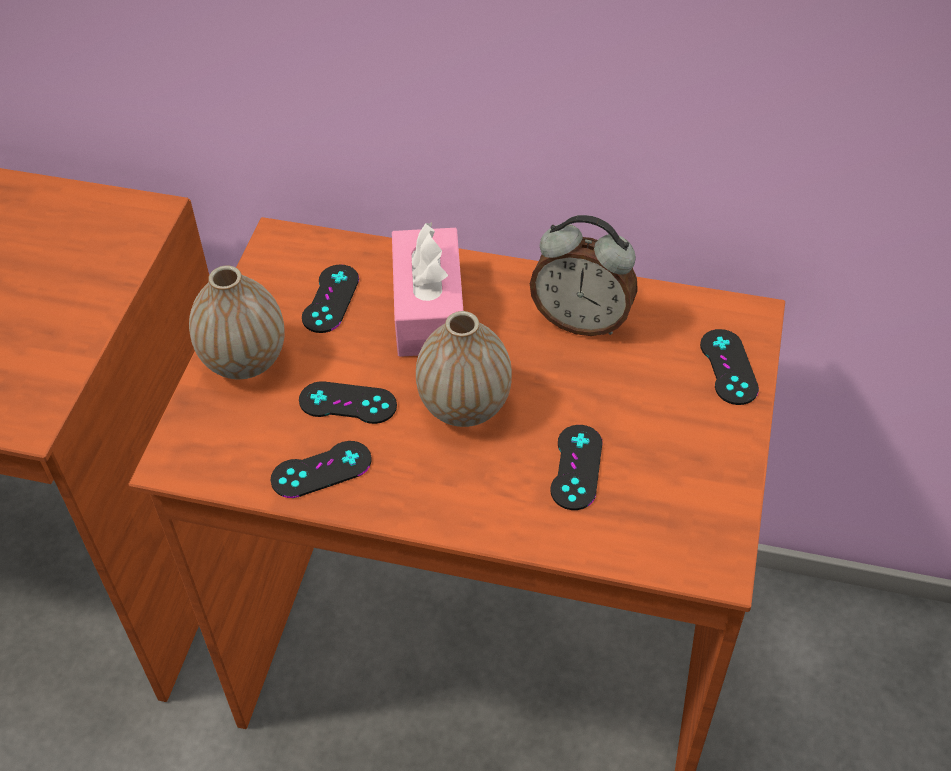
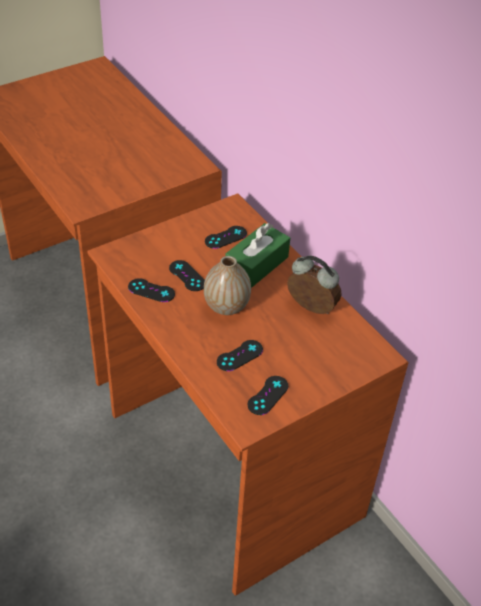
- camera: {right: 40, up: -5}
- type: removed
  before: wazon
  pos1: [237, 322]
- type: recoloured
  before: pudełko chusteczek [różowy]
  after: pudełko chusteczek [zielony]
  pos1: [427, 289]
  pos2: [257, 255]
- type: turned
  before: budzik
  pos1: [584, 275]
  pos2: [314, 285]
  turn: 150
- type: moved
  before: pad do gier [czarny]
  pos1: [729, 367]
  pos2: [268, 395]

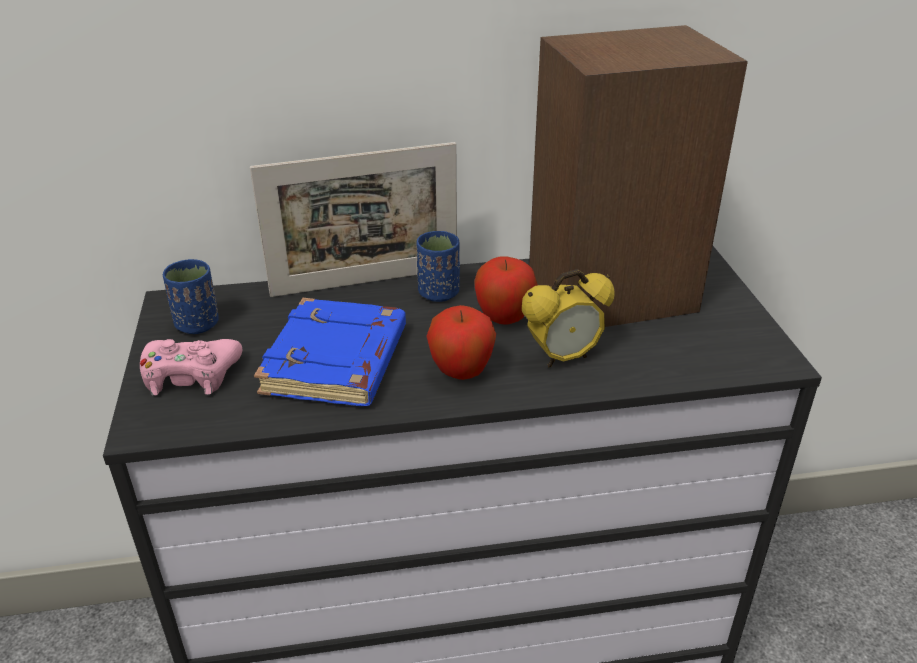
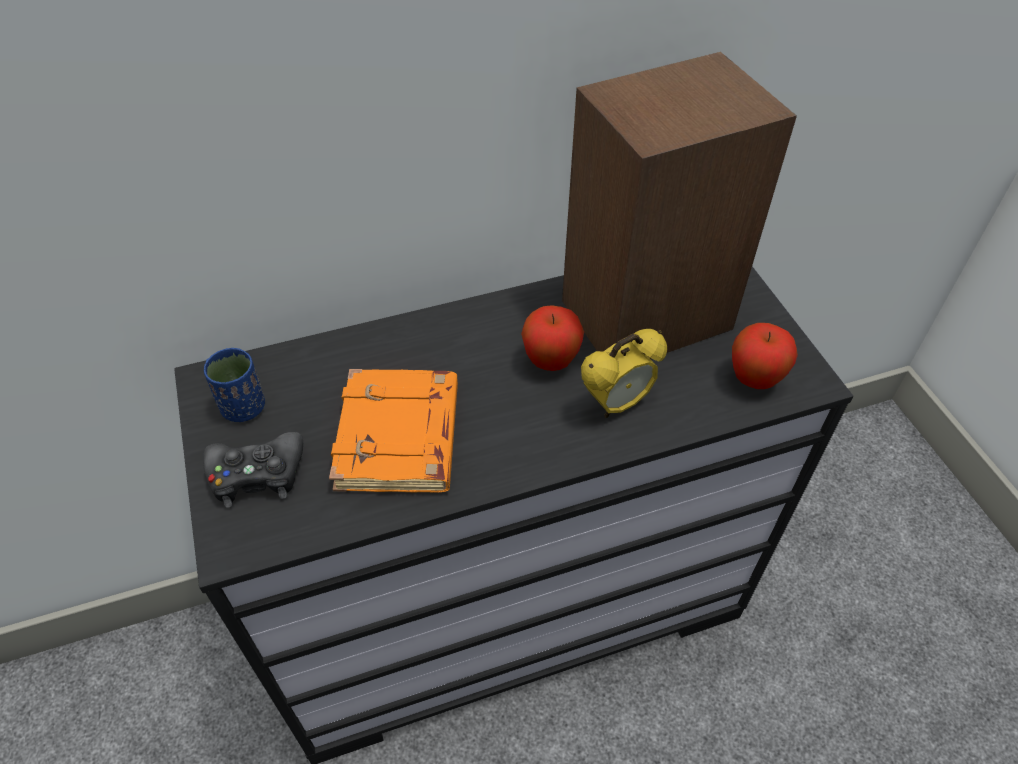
- camera: {right: -10, up: 15}
- type: recoloured
  before: pad do gier [różowy]
  after: pad do gier [czarny]
  pos1: [191, 367]
  pos2: [253, 470]
- type: removed
  before: ramka na zdjęcie
  pos1: [353, 219]
- type: recoloured
  before: książka [niebieski]
  after: książka [pomarańczowy]
  pos1: [330, 352]
  pos2: [393, 430]
- type: removed
  before: filiżanka [niebieski]
  pos1: [438, 266]
- type: moved
  before: jabłko
  pos1: [461, 342]
  pos2: [765, 356]

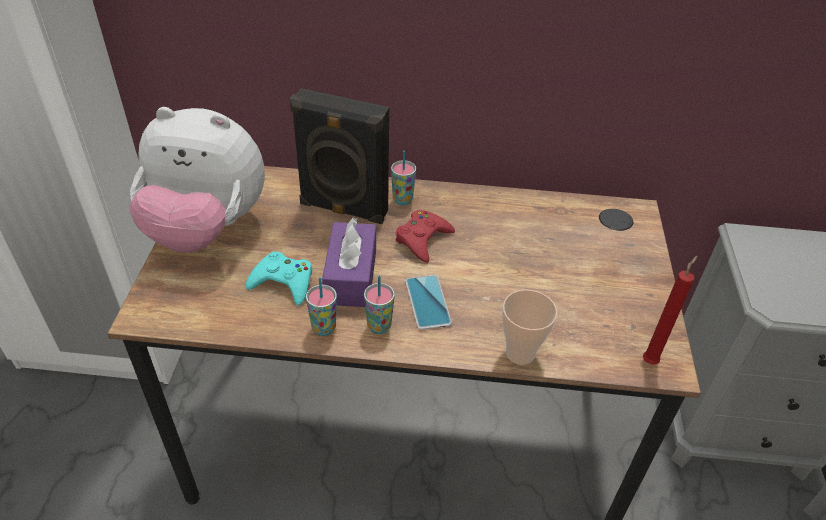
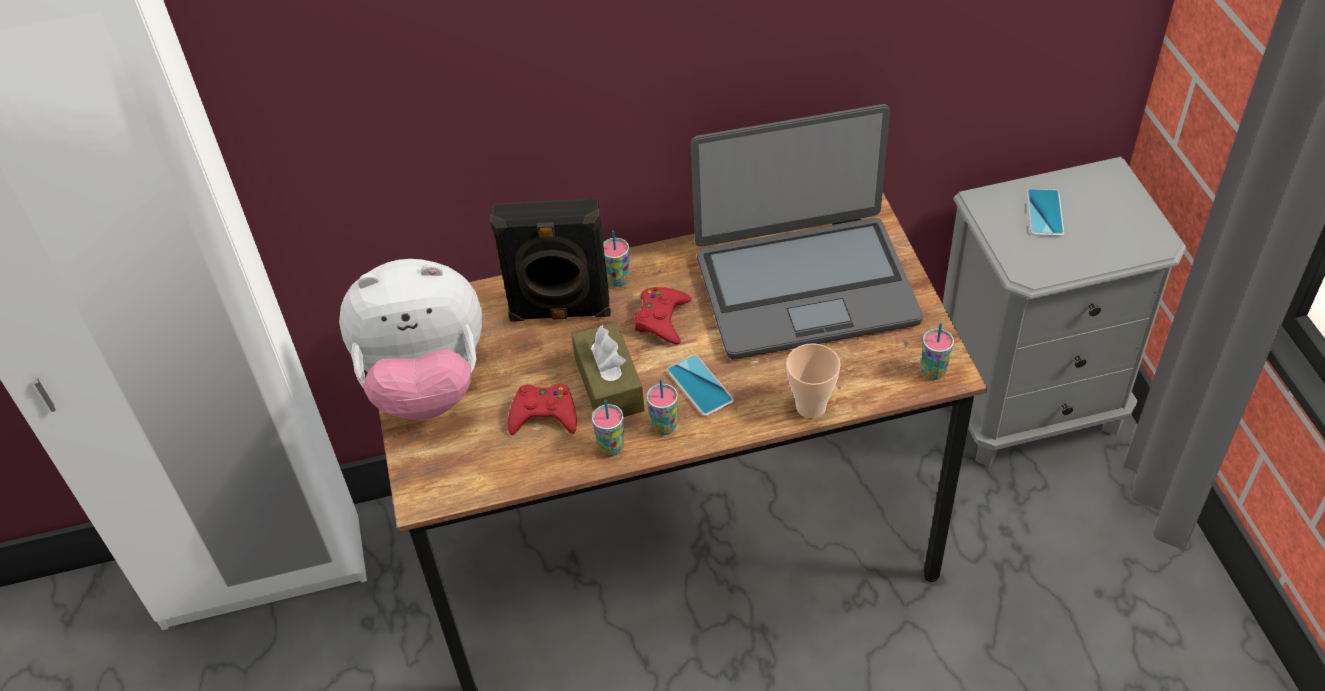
- camera: {right: -15, up: 5}
- type: recoloured
  before: pad do gier [turkusowy]
  after: pad do gier [czerwony]
  pos1: [279, 279]
  pos2: [542, 409]
- type: recoloured
  before: pudełko chusteczek [fioletowy]
  after: pudełko chusteczek [brązowy]
  pos1: [349, 262]
  pos2: [608, 370]
- type: replaced
  before: świeca [czerwony]
  after: filiżanka
  pos1: [670, 310]
  pos2: [937, 351]
- type: added
  after: laptop
  pos2: [807, 231]
- type: added
  after: telefon
  pos2: [1045, 212]

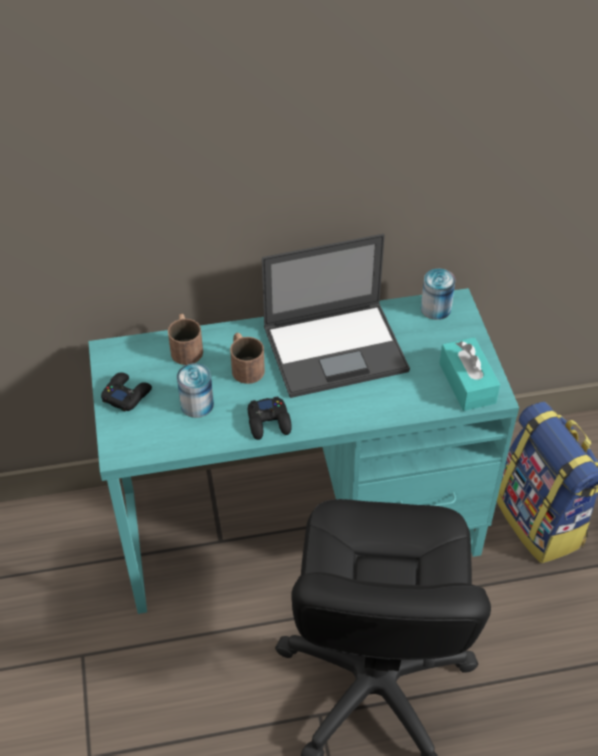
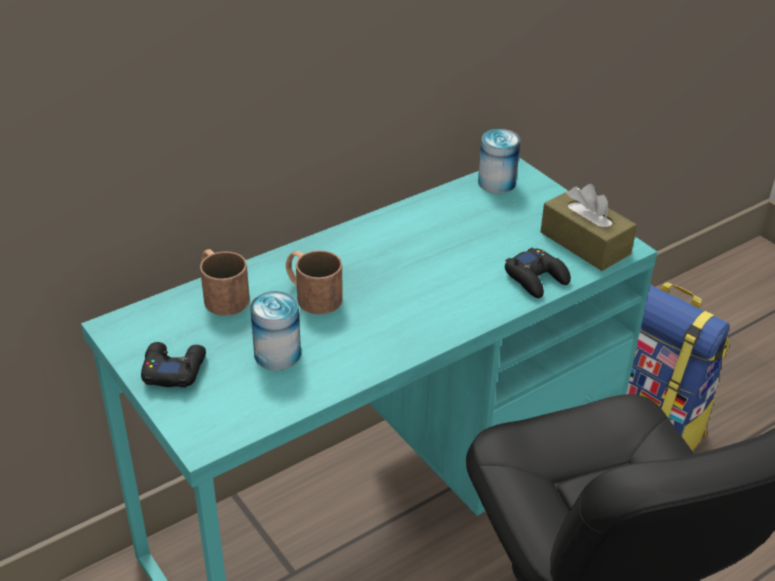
- camera: {right: -25, up: -10}
- type: moved
  before: pad do gier [czarny]
  pos1: [270, 418]
  pos2: [538, 273]
- type: removed
  before: laptop
  pos1: [336, 316]
- type: recoloured
  before: pudełko chusteczek [turkusowy]
  after: pudełko chusteczek [brązowy]
  pos1: [469, 374]
  pos2: [588, 227]

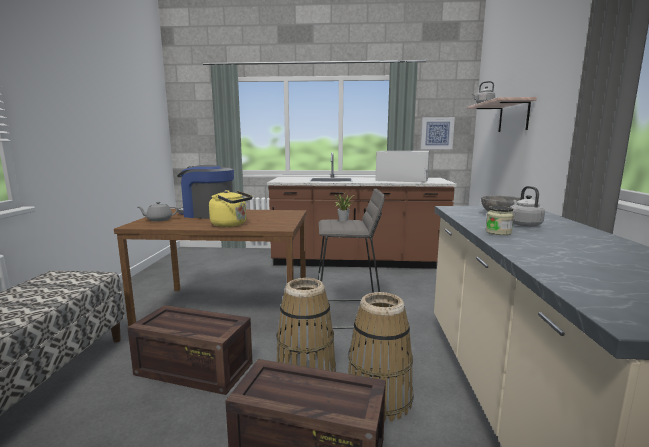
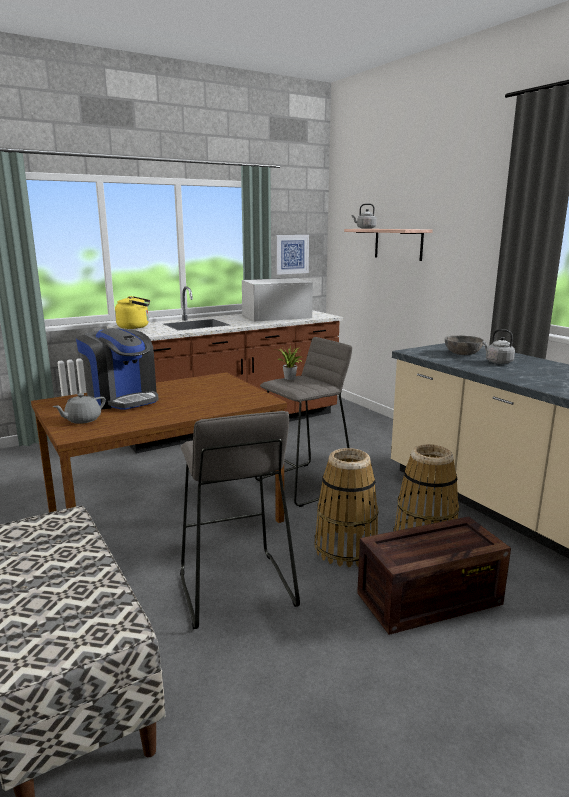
- camera: {right: -35, up: 5}
- type: replaced
  before: skrzynka
  after: stołek [szary]
  pos1: [189, 350]
  pos2: [240, 520]
- type: turned
  before: ekspres do kawy
  pos1: [205, 192]
  pos2: [117, 369]
  turn: -120
- type: moved
  before: czajnik [żółty]
  pos1: [231, 208]
  pos2: [132, 312]
- type: removed
  before: słoik
  pos1: [500, 220]

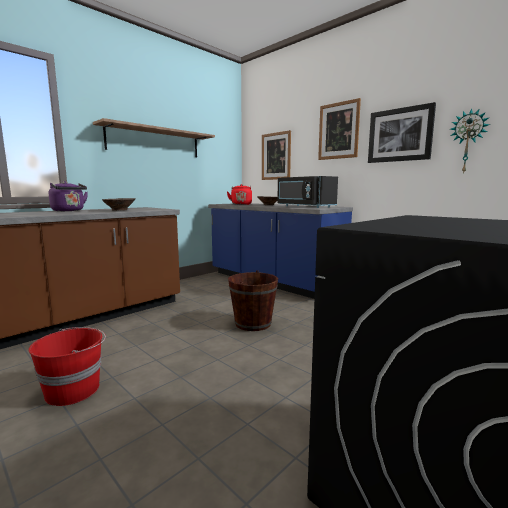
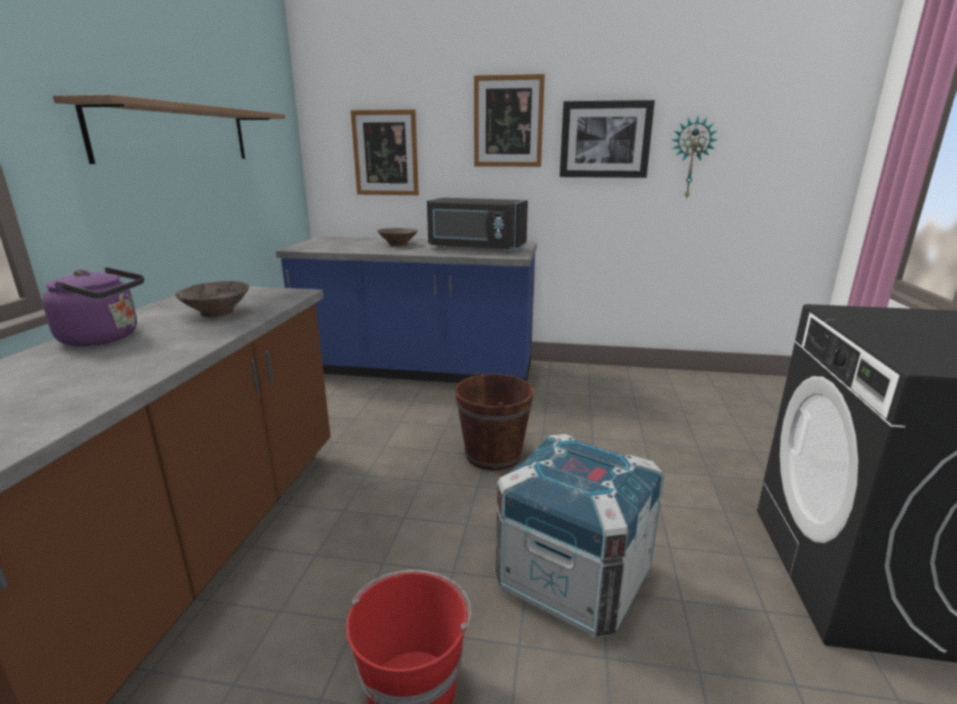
- camera: {right: -35, up: 10}
- type: removed
  before: czajnik [czerwony]
  pos1: [239, 194]
- type: added
  after: skrzynka
  pos2: [580, 536]

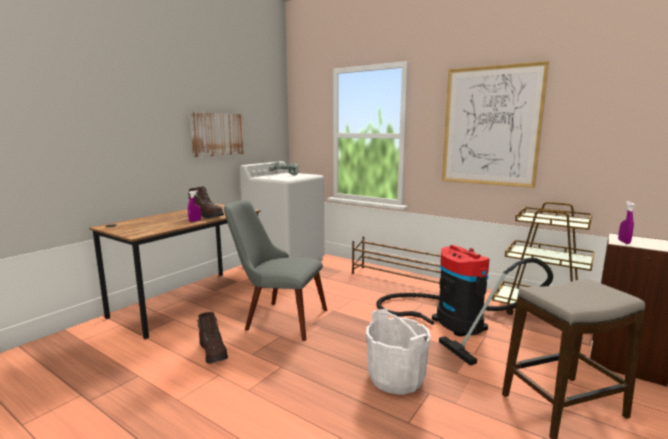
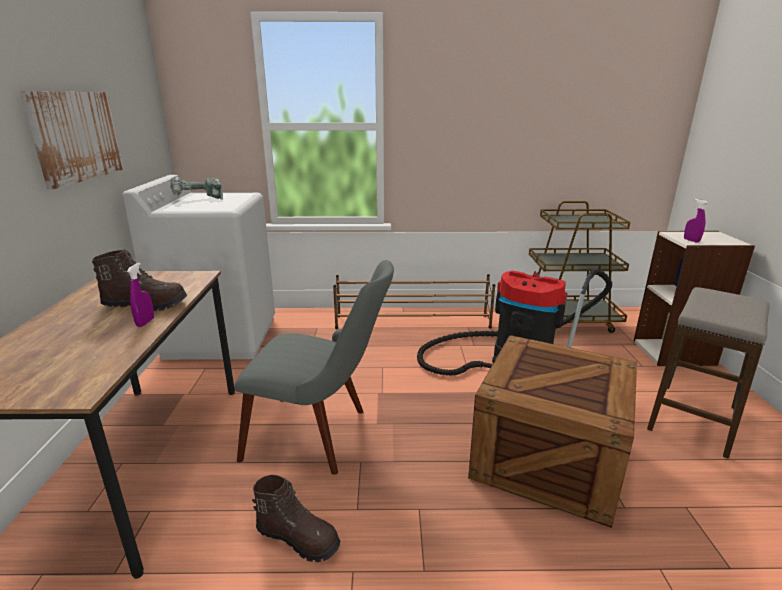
- camera: {right: -35, up: 10}
- type: turned
  before: krzesło [szary]
  pos1: [275, 270]
  pos2: [314, 367]
  turn: -150
- type: replaced
  before: wiadro [biały]
  after: skrzynka
  pos1: [398, 352]
  pos2: [552, 431]
- type: removed
  before: obraz
  pos1: [495, 124]

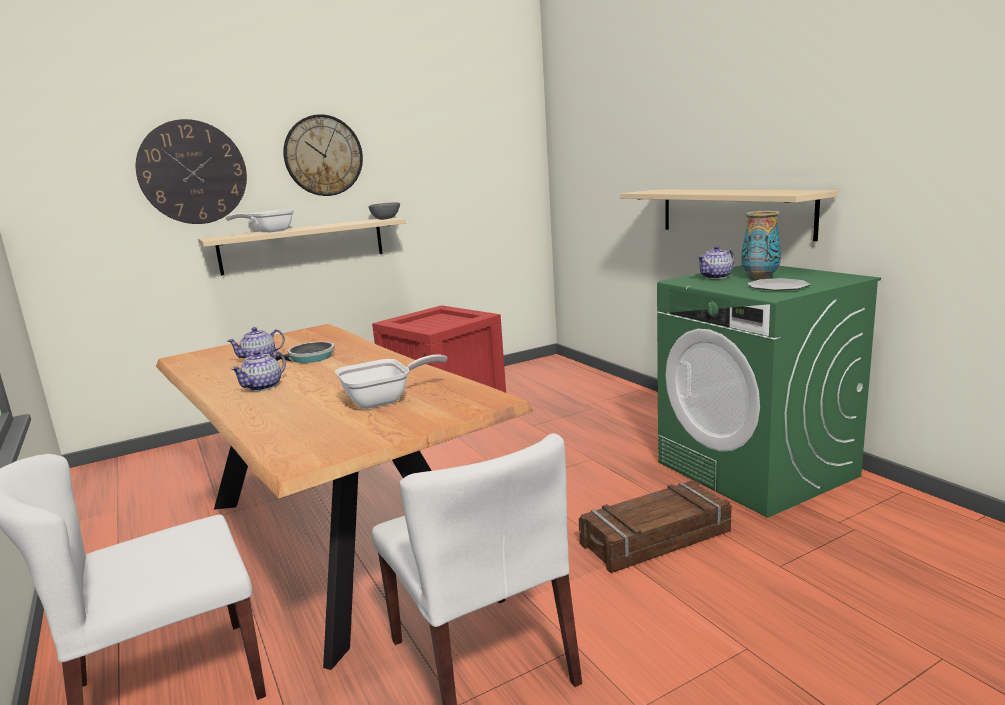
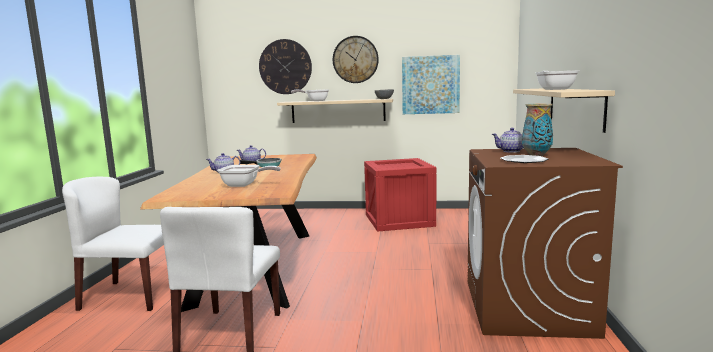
- camera: {right: 35, up: -5}
- type: removed
  before: skrzynka
  pos1: [655, 527]
- type: recoloured
  before: pralka [zielony]
  after: pralka [brązowy]
  pos1: [769, 391]
  pos2: [545, 243]
- type: added
  after: obraz
  pos2: [431, 84]
- type: added
  after: patelnia
  pos2: [557, 80]

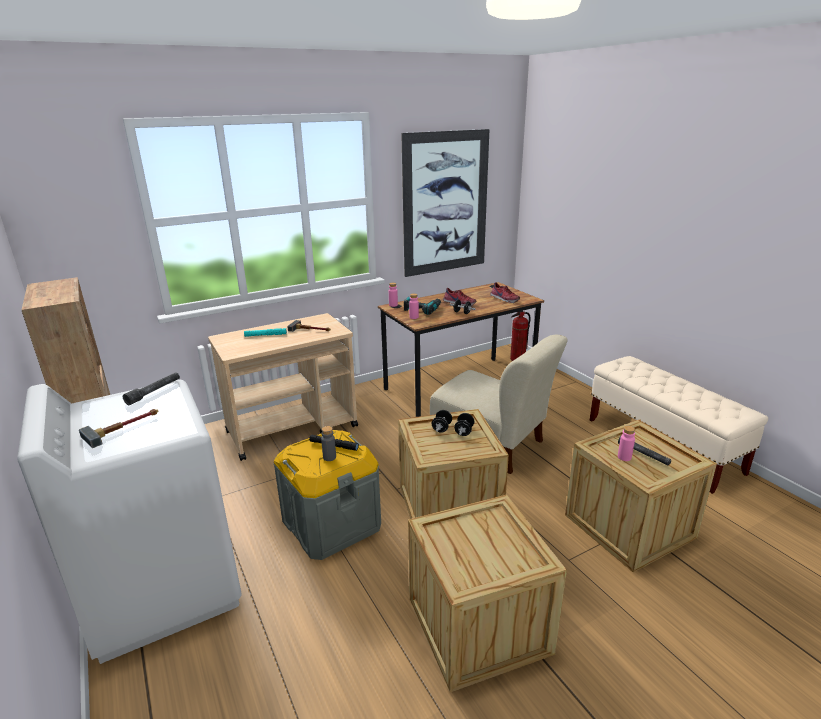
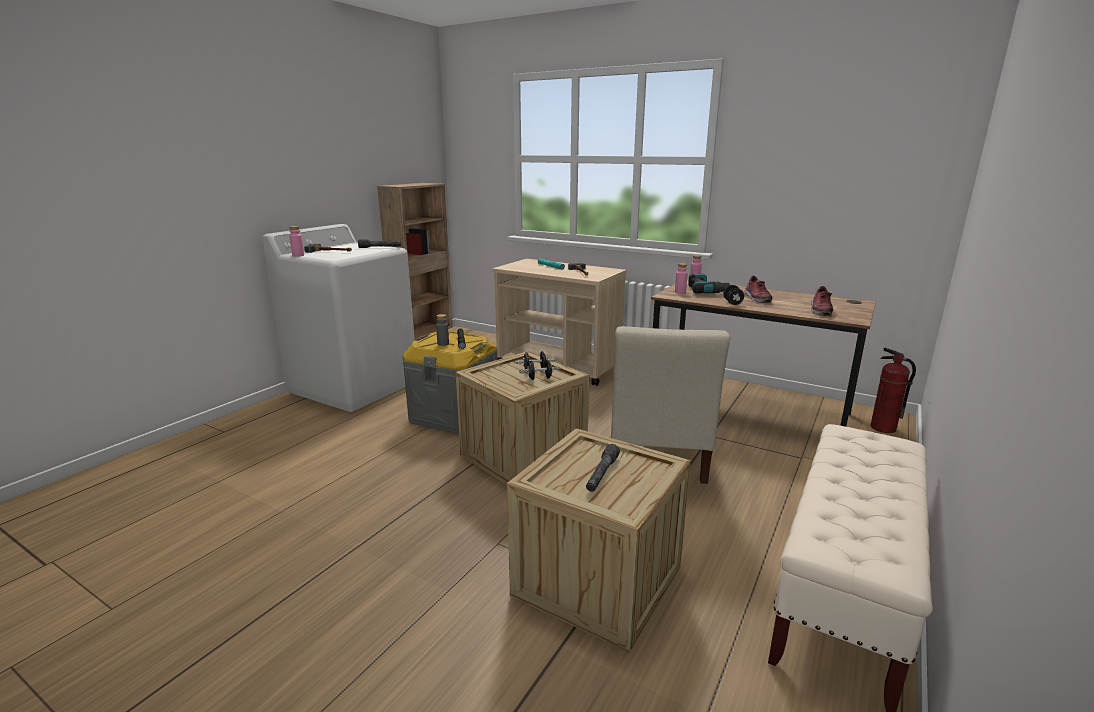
- camera: {right: 60, up: -5}
- type: removed
  before: obraz
  pos1: [445, 203]
- type: removed
  before: skrzynka
  pos1: [487, 593]
- type: moved
  before: butelka [różowy]
  pos1: [626, 443]
  pos2: [296, 241]

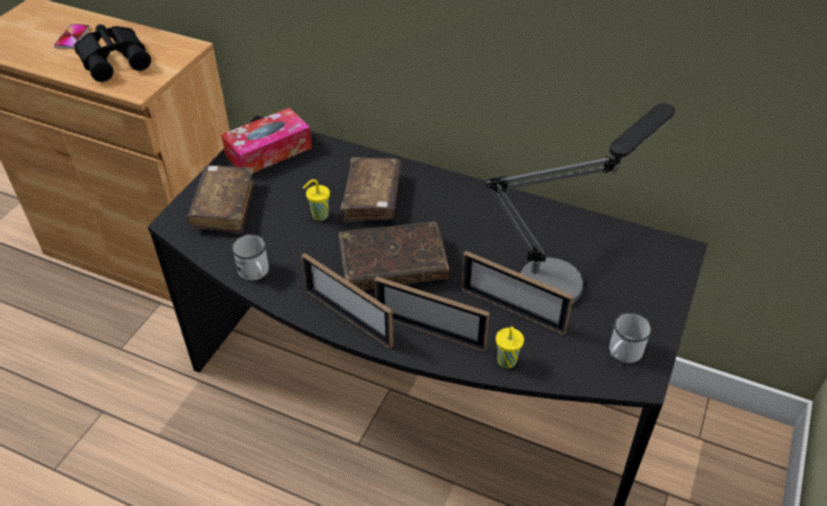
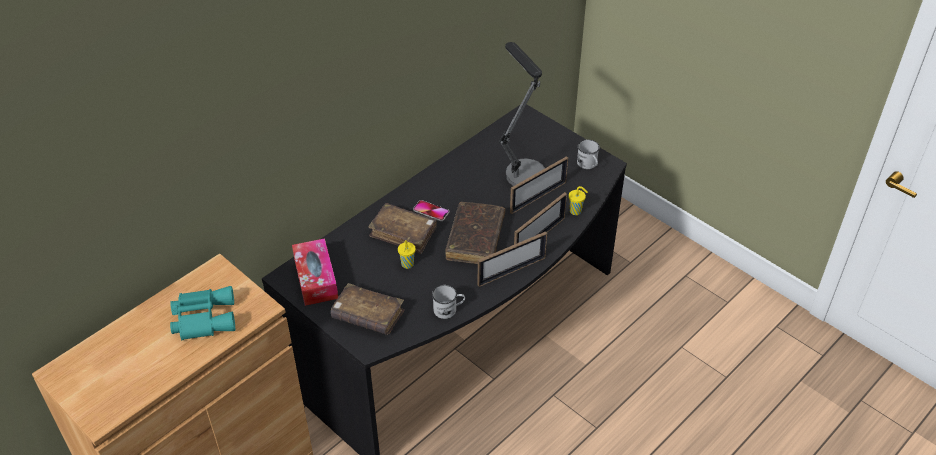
- camera: {right: -70, up: 0}
- type: moved
  before: telefon
  pos1: [72, 36]
  pos2: [431, 210]
- type: recoloured
  before: lornetka [czarny]
  after: lornetka [turkusowy]
  pos1: [112, 53]
  pos2: [202, 313]

